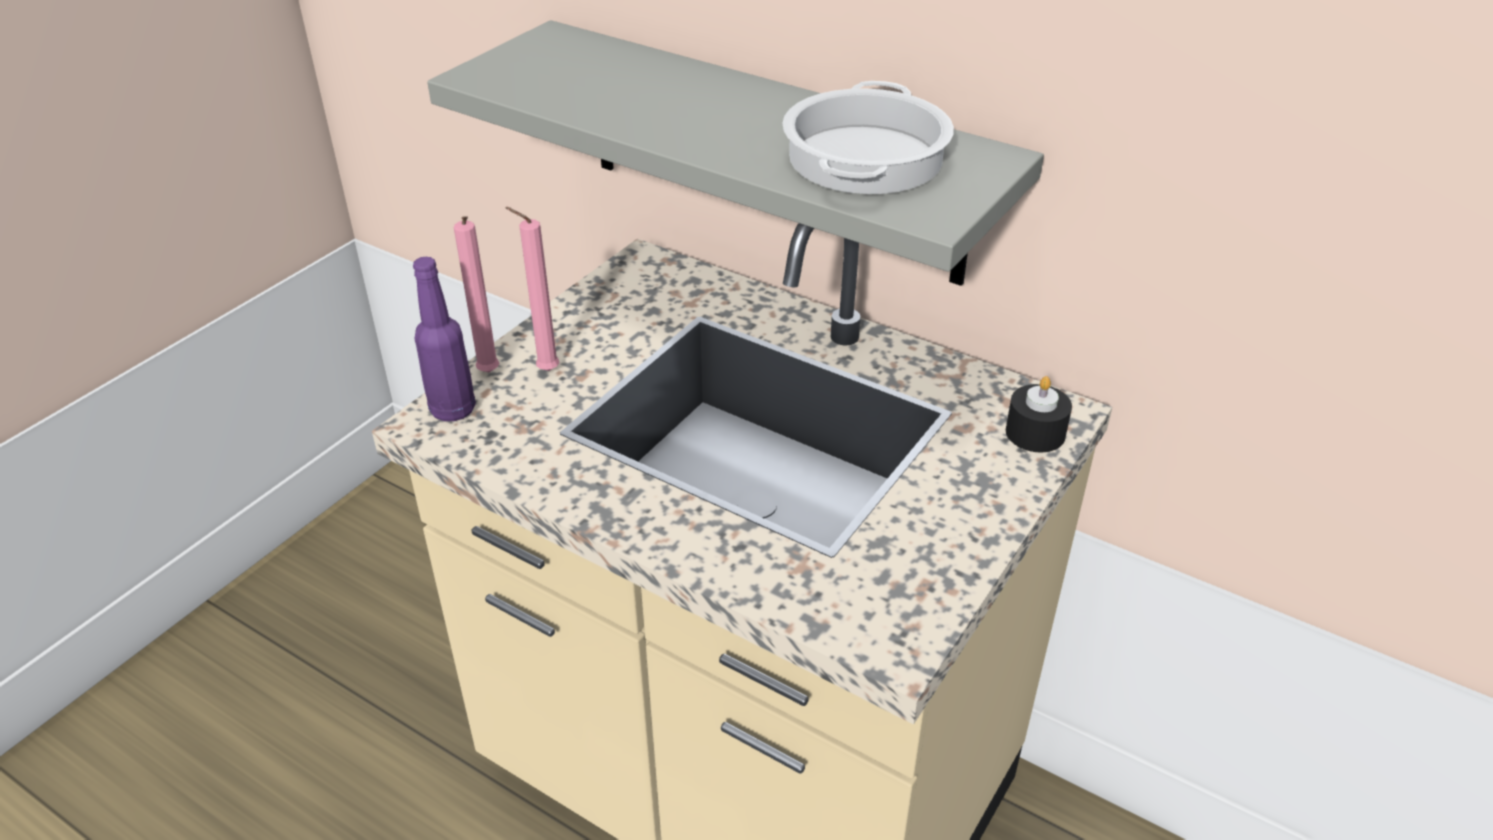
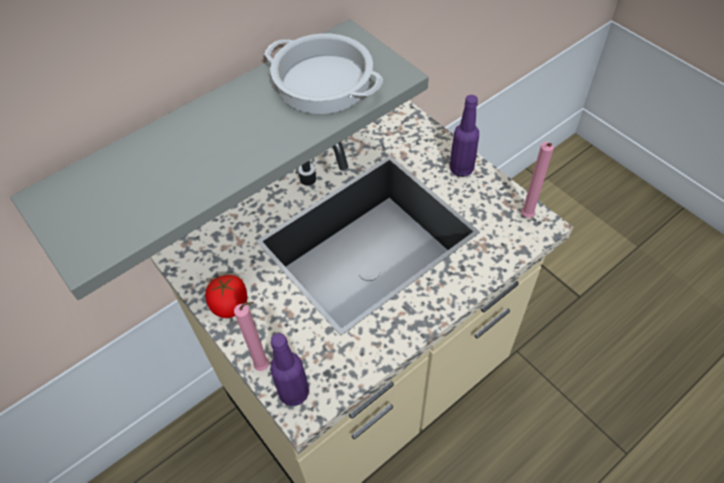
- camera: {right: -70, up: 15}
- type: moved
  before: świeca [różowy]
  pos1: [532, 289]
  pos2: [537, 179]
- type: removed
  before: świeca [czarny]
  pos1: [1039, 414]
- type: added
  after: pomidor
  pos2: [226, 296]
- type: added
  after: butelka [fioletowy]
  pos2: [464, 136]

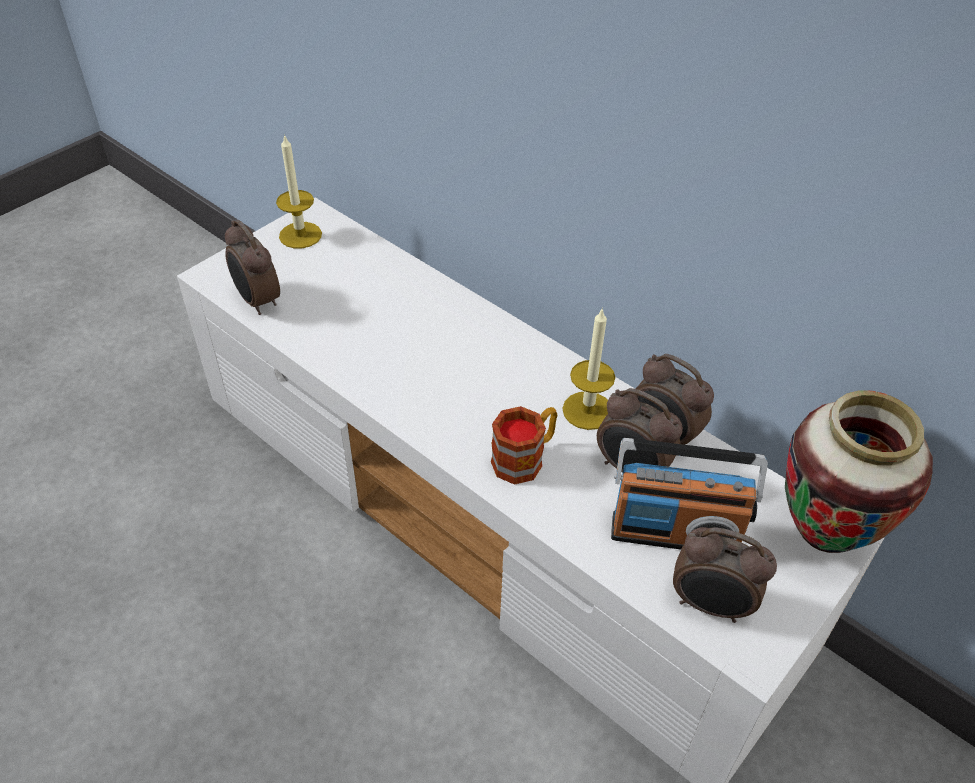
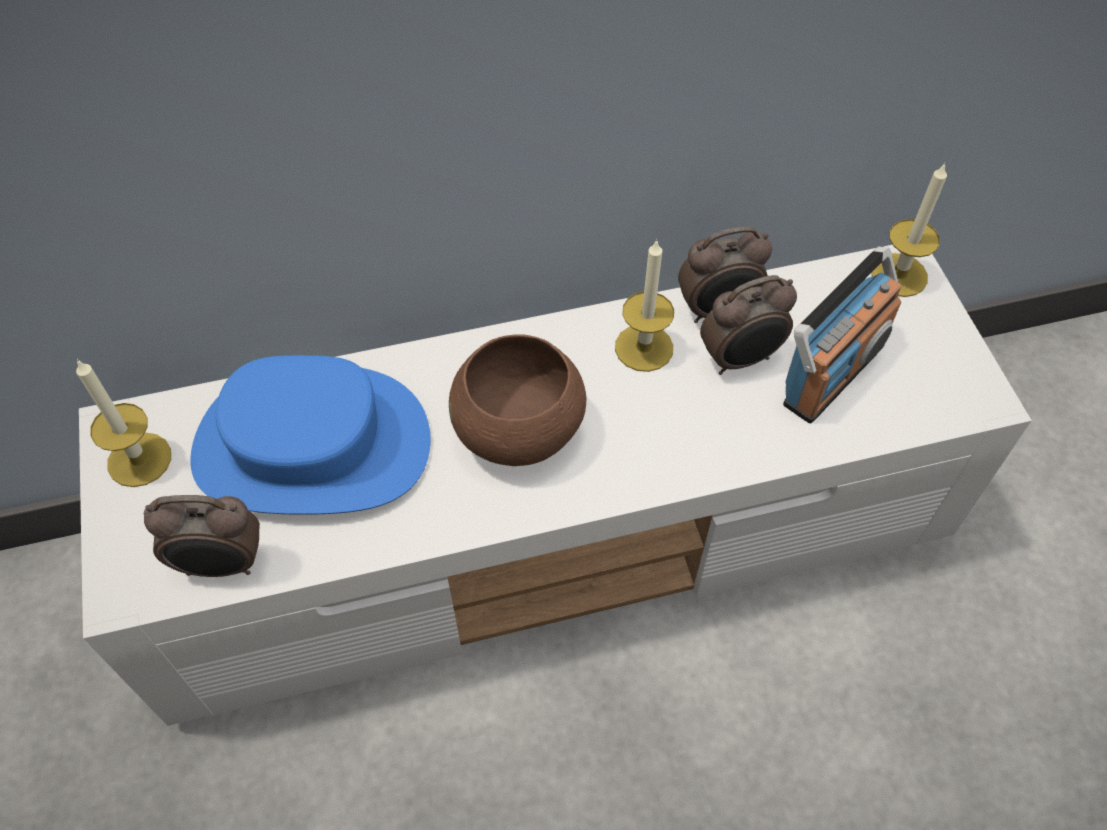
- camera: {right: -55, up: 10}
- type: removed
  before: kubek
  pos1: [524, 445]
- type: removed
  before: budzik
  pos1: [725, 575]
- type: replaced
  before: wazon
  after: świeca
  pos1: [859, 471]
  pos2: [909, 229]
- type: added
  after: kapelusz [niebieski]
  pos2: [310, 435]
- type: added
  after: miska [brązowy]
  pos2: [517, 400]

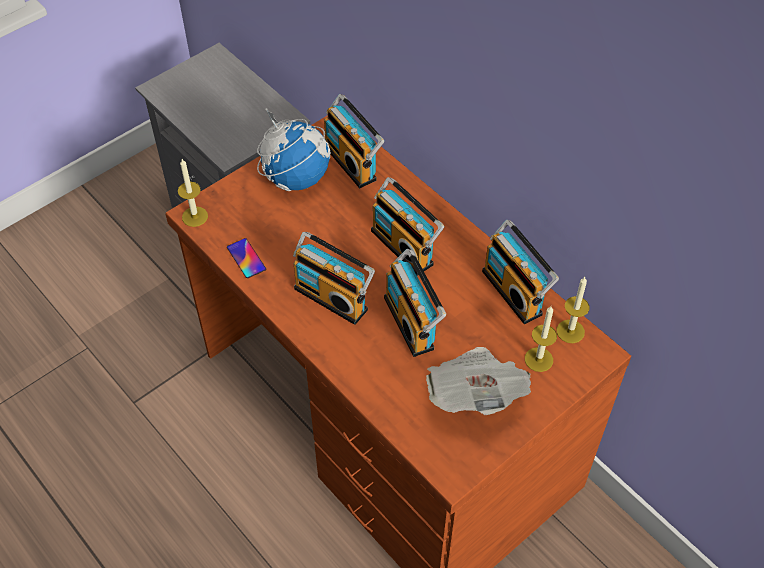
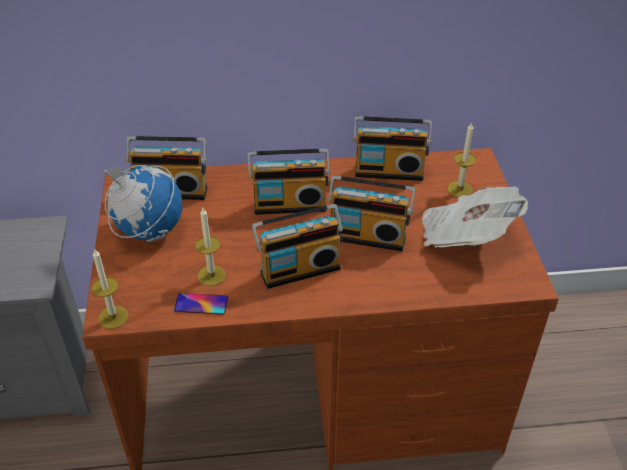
- camera: {right: -55, up: -10}
- type: moved
  before: świeca
  pos1: [573, 310]
  pos2: [210, 247]

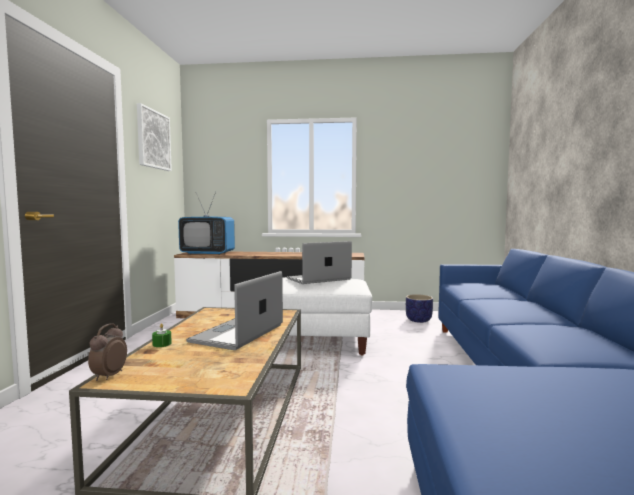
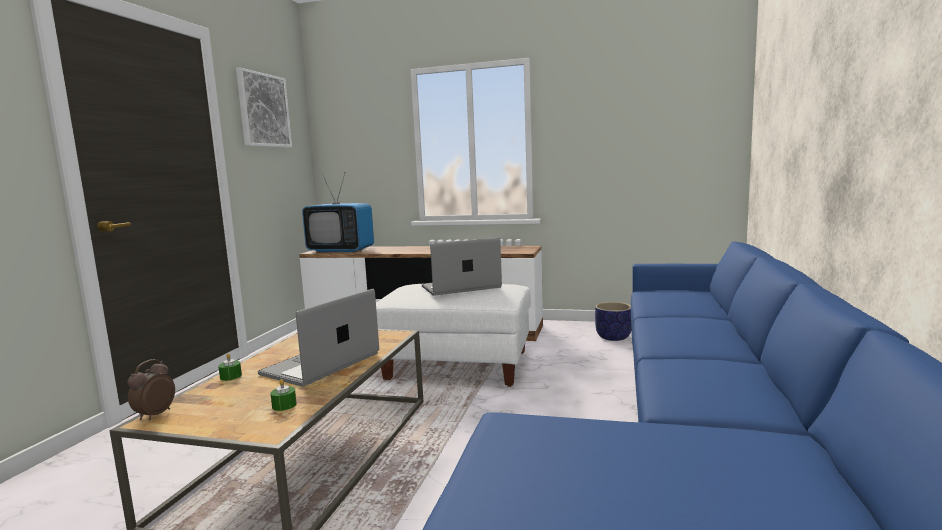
- camera: {right: 10, up: 5}
- type: added
  after: świeca [zielony]
  pos2: [283, 395]

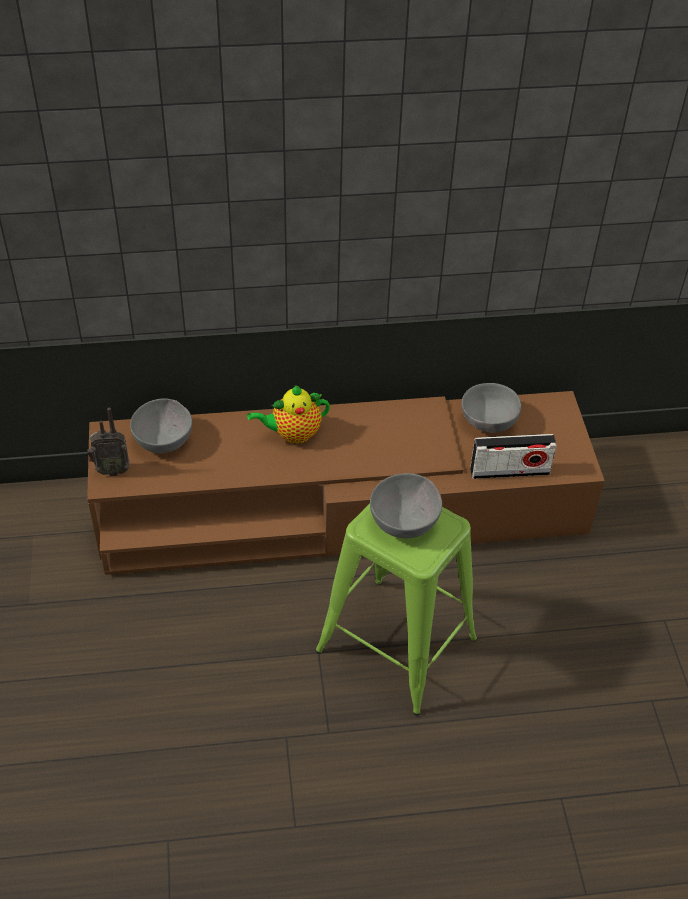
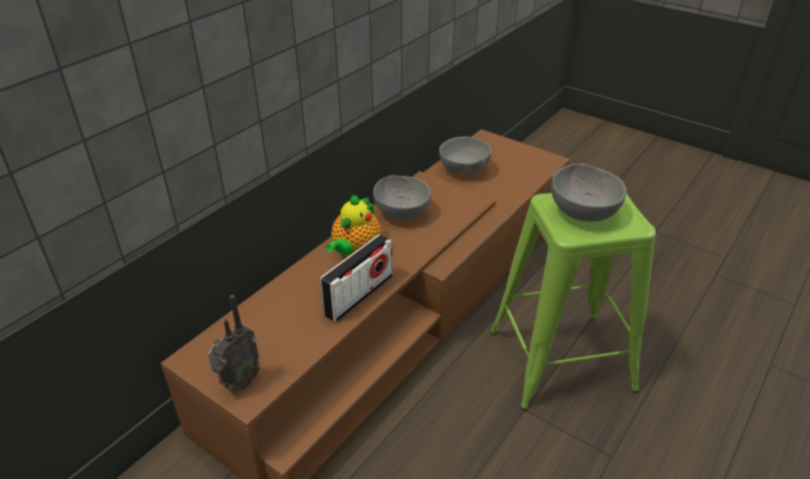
- camera: {right: -45, up: -10}
- type: moved
  before: miska [szary]
  pos1: [161, 425]
  pos2: [402, 197]
- type: moved
  before: radio
  pos1: [513, 456]
  pos2: [356, 278]

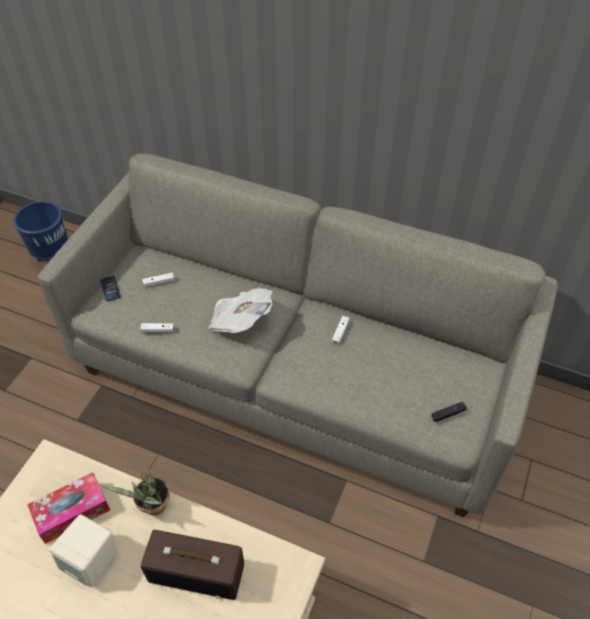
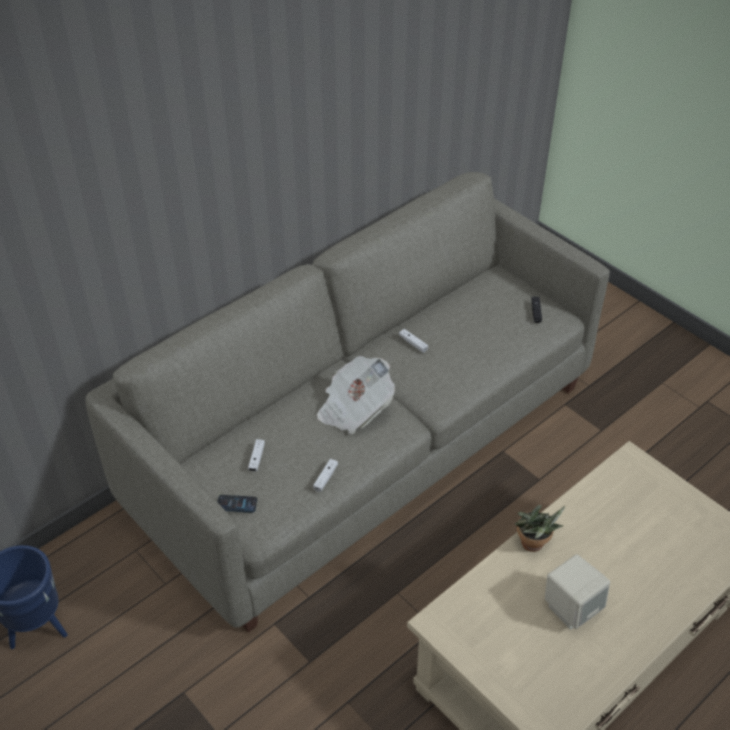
- camera: {right: -65, up: -5}
- type: removed
  before: pudełko chusteczek
  pos1: [68, 508]
- type: removed
  before: radio
  pos1: [192, 565]

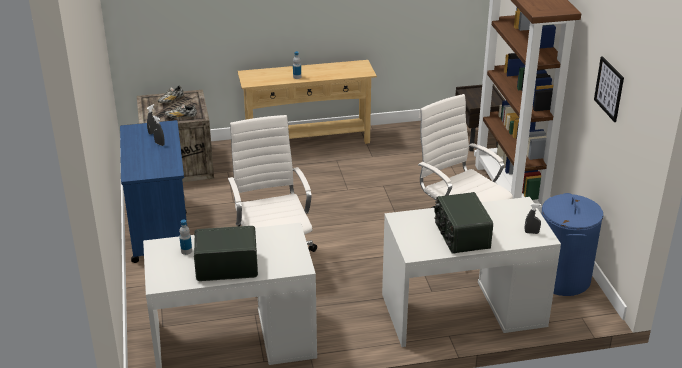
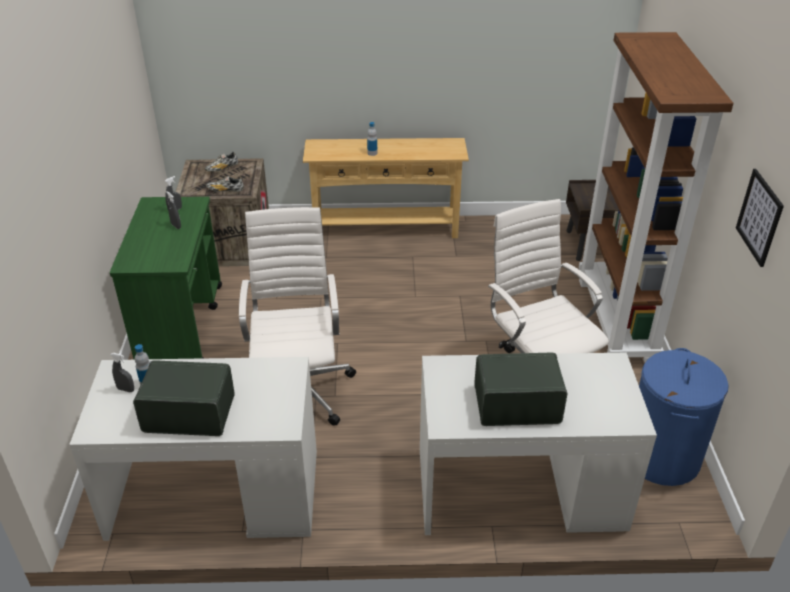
- camera: {right: 10, up: 5}
- type: recoloured
  before: wózek [niebieski]
  after: wózek [zielony]
  pos1: [153, 191]
  pos2: [166, 278]
- type: turned
  before: radio
  pos1: [463, 223]
  pos2: [520, 389]
  turn: 90
- type: moved
  before: spryskiwacz [szary]
  pos1: [533, 218]
  pos2: [122, 372]

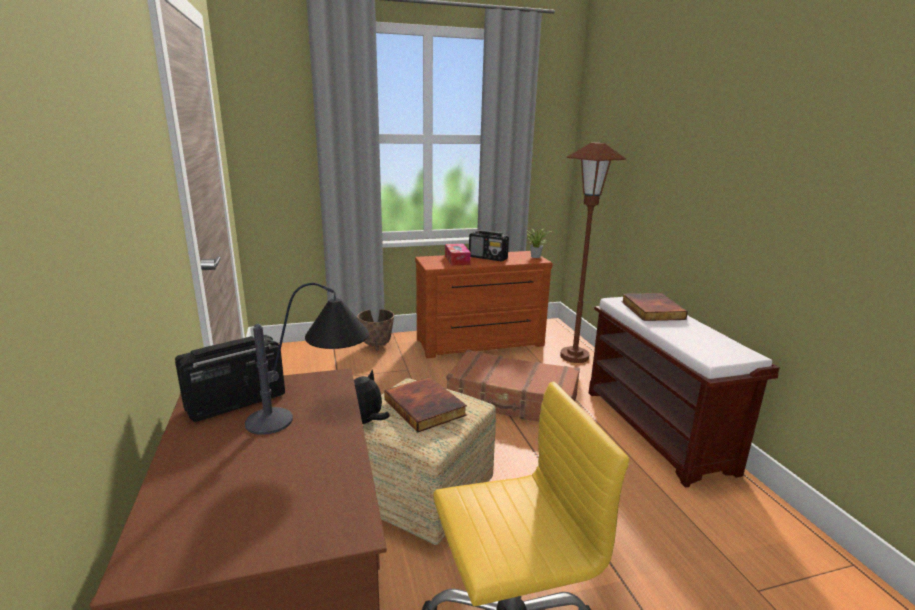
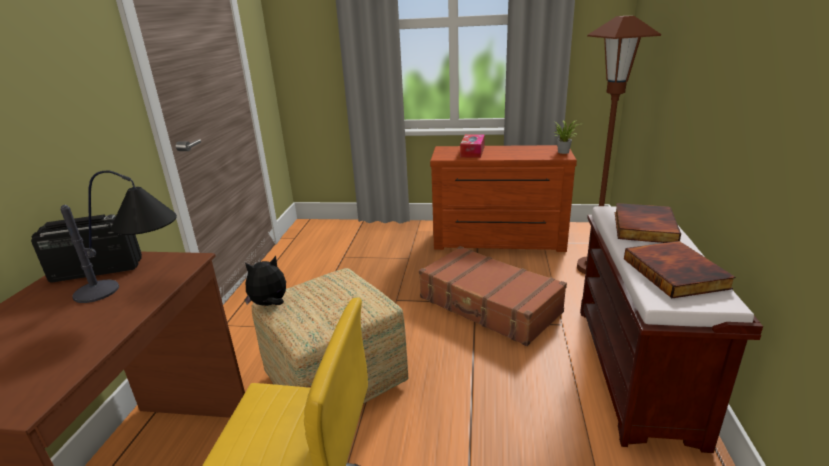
- camera: {right: 25, up: 5}
- type: removed
  before: donica
  pos1: [375, 329]
- type: moved
  before: książka
  pos1: [425, 404]
  pos2: [680, 269]
- type: removed
  before: radio
  pos1: [489, 245]

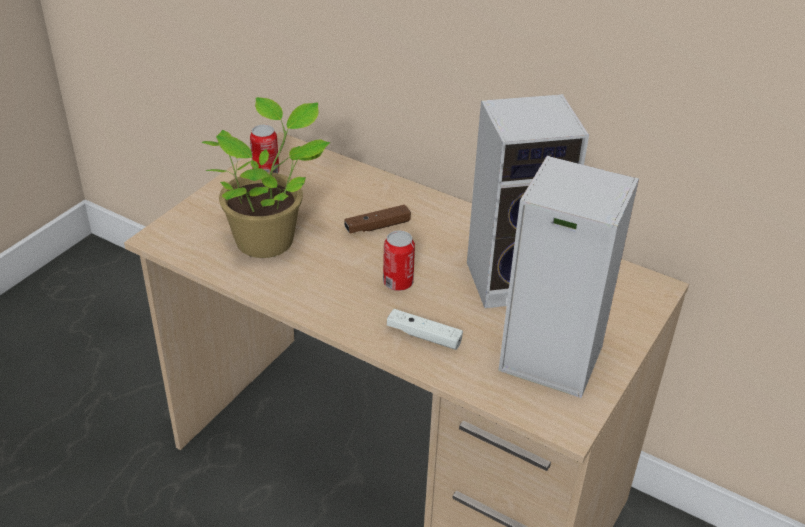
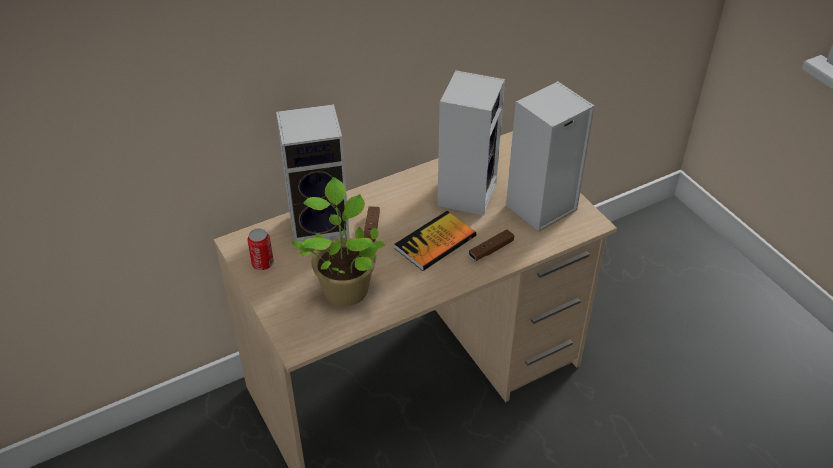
- camera: {right: -60, up: 5}
- type: replaced
  before: puszka
  after: książka
  pos1: [399, 260]
  pos2: [435, 241]
- type: recoloured
  before: pad do gier [biały]
  after: pad do gier [brązowy]
  pos1: [425, 329]
  pos2: [491, 245]
- type: added
  after: głośnik
  pos2: [313, 177]

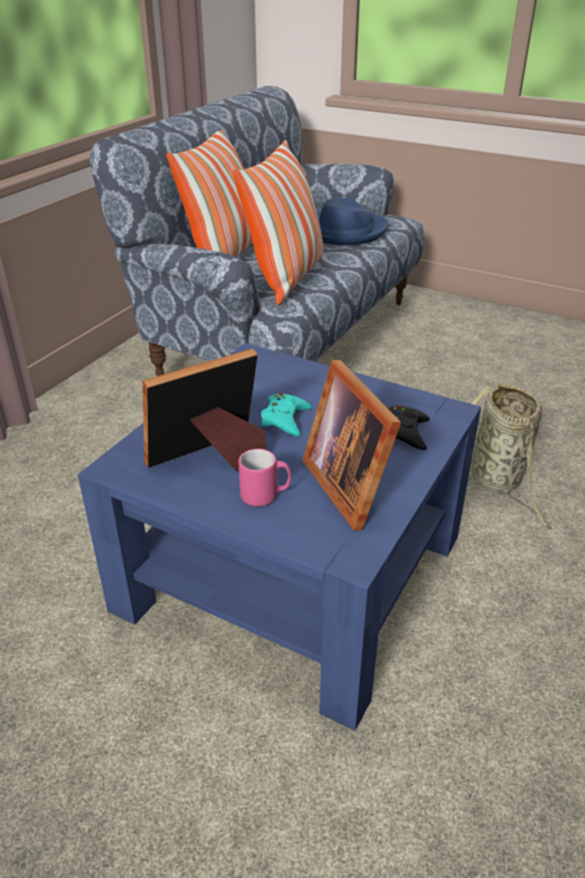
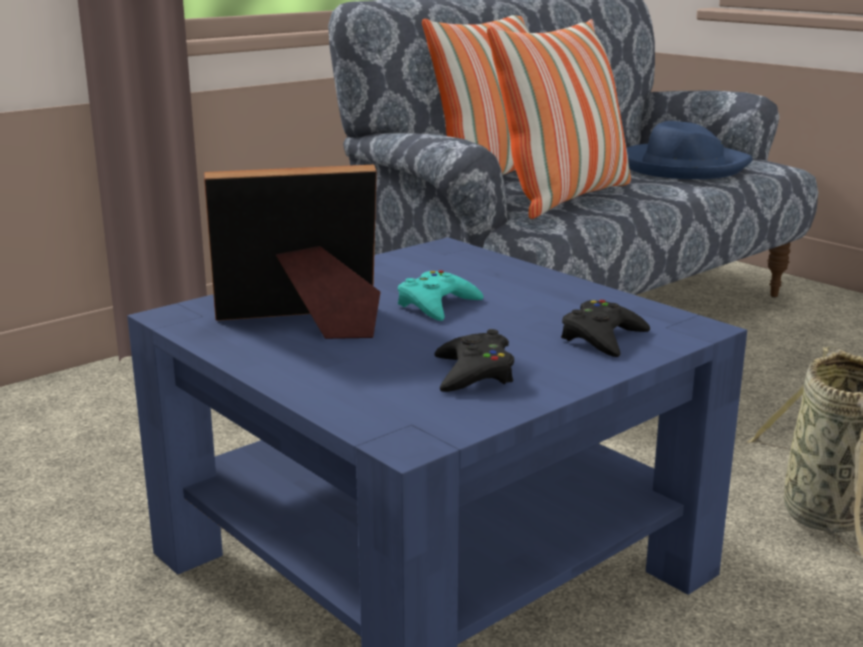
- camera: {right: 20, up: -15}
- type: removed
  before: kubek [różowy]
  pos1: [265, 478]
- type: replaced
  before: ramka na zdjęcie
  after: pad do gier [czarny]
  pos1: [352, 445]
  pos2: [474, 360]

